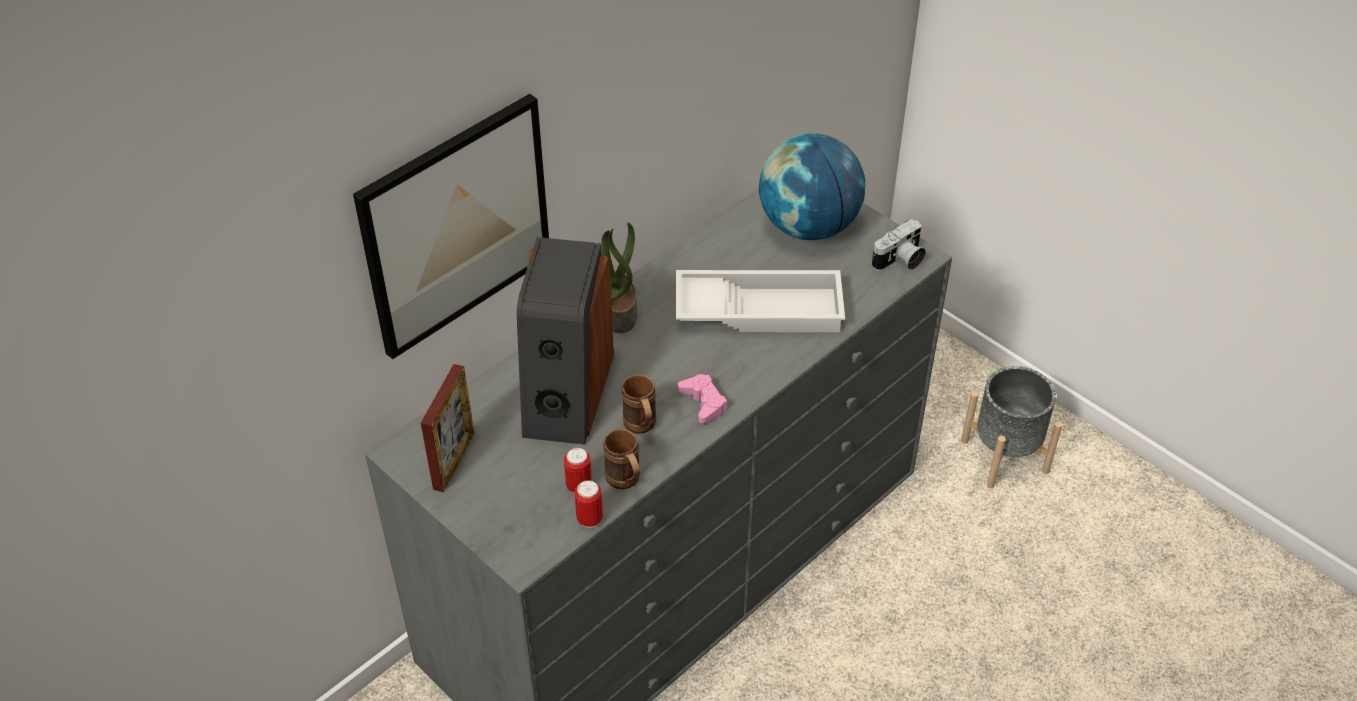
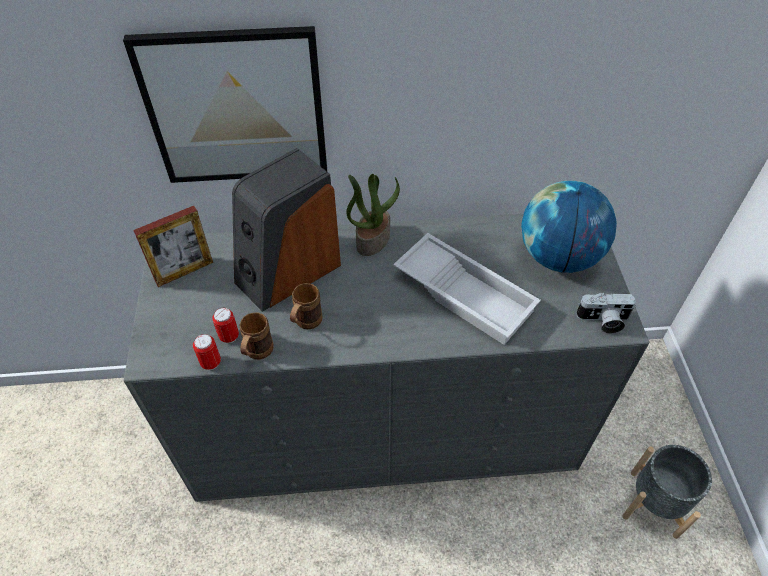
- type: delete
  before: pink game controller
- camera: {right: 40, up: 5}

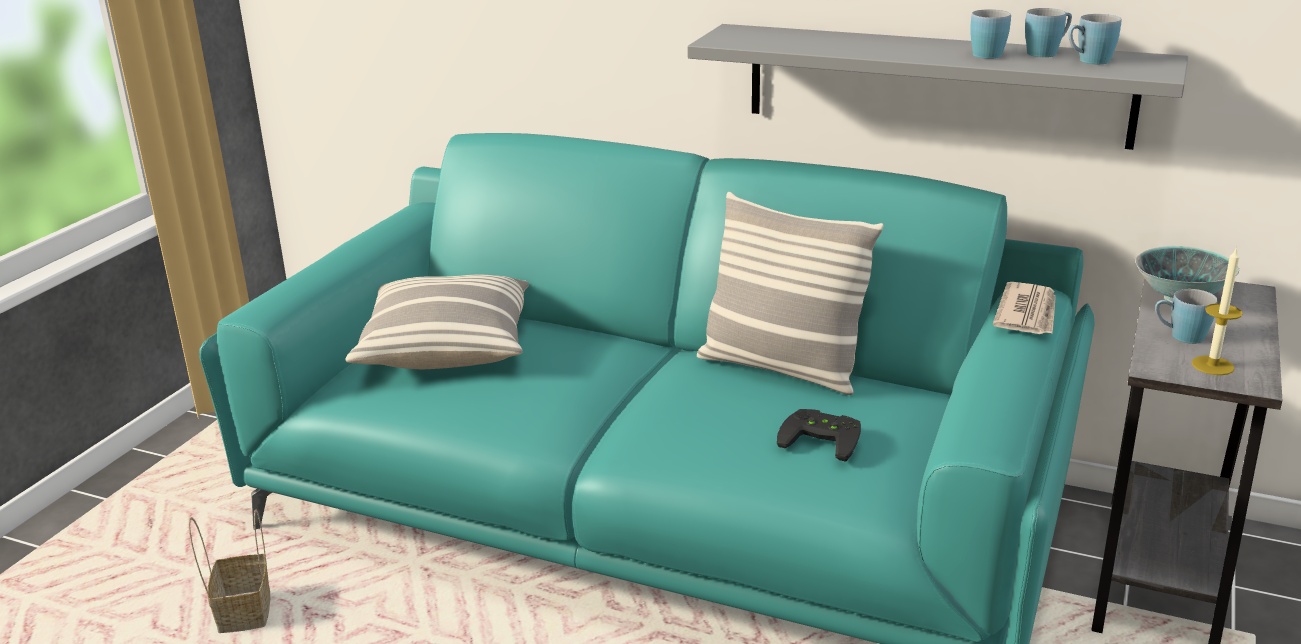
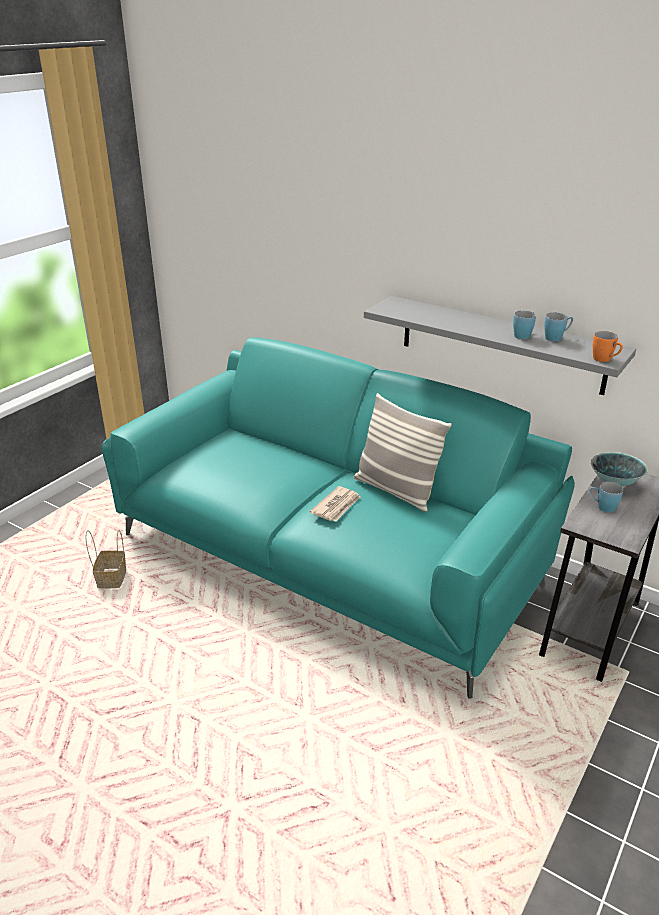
- type: delete
  before: pillow (1st from left)
- type: delete
  before: black game controller
- type: move
  before: newspaper
- type: delete
  before: blue mug (3rd from left)
- type: delete
  before: candle
- type: insert
  after: orange mug
- camera: {right: 10, up: 5}

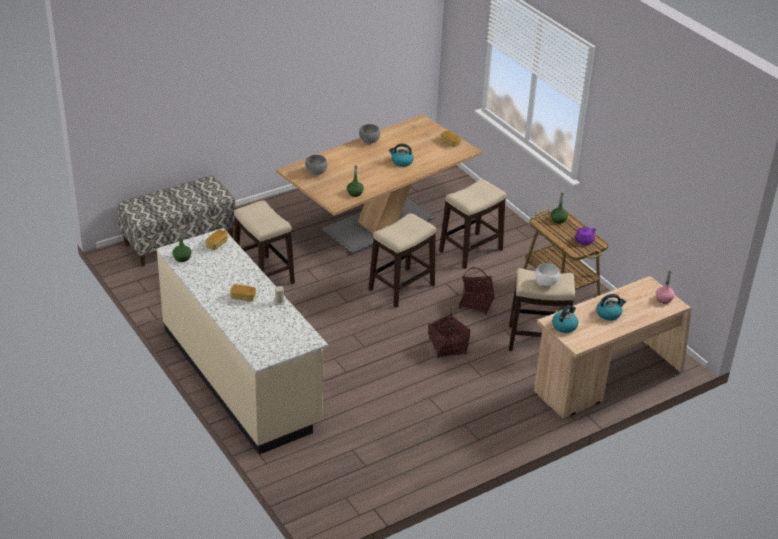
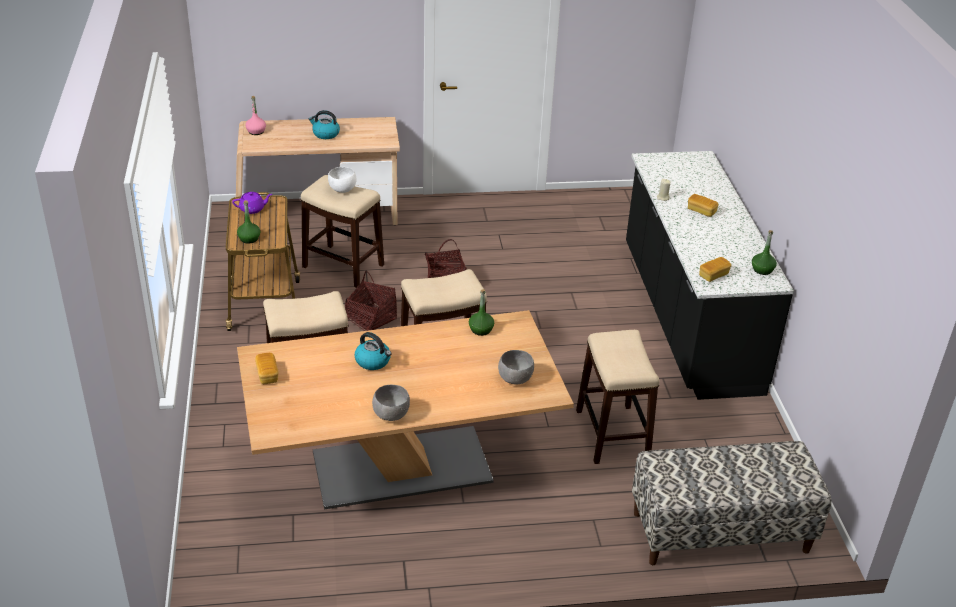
- type: recolor
  before: beige counter
  after: black counter
- type: delete
  before: kettle (2nd from left)
- camera: {right: -155, up: 0}

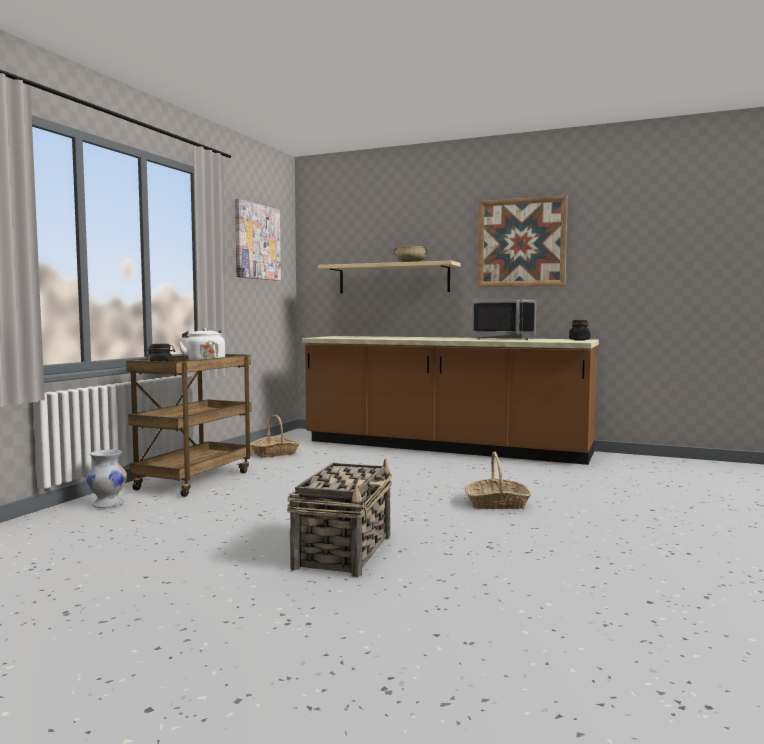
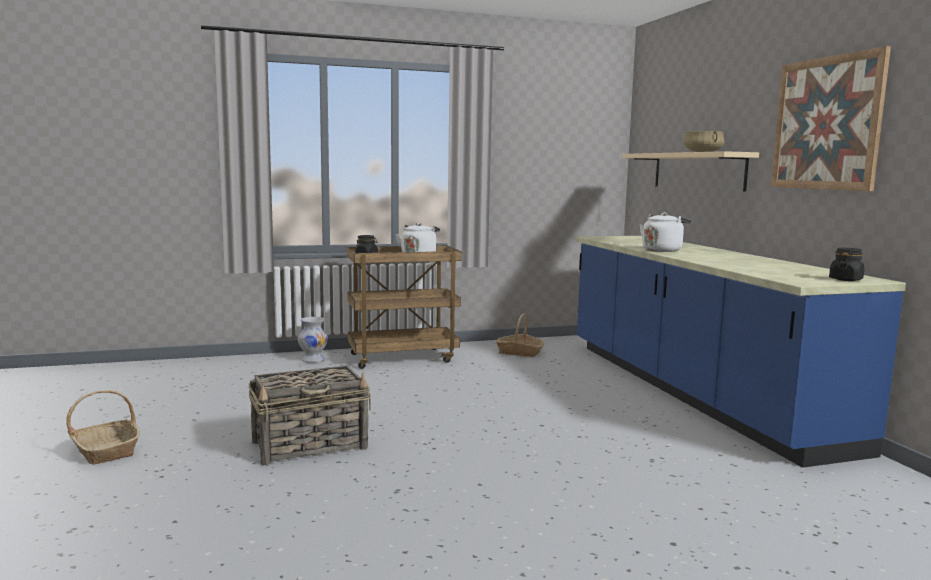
- type: delete
  before: picture (1st from left)
- type: recolor
  before: brown counter
  after: blue counter
- type: move
  before: basket (3rd from left in the first image)
  after: basket (1st from left)
- type: delete
  before: grey microwave
- type: insert
  after: white kettle (2nd from left)
- camera: {right: 50, up: 5}

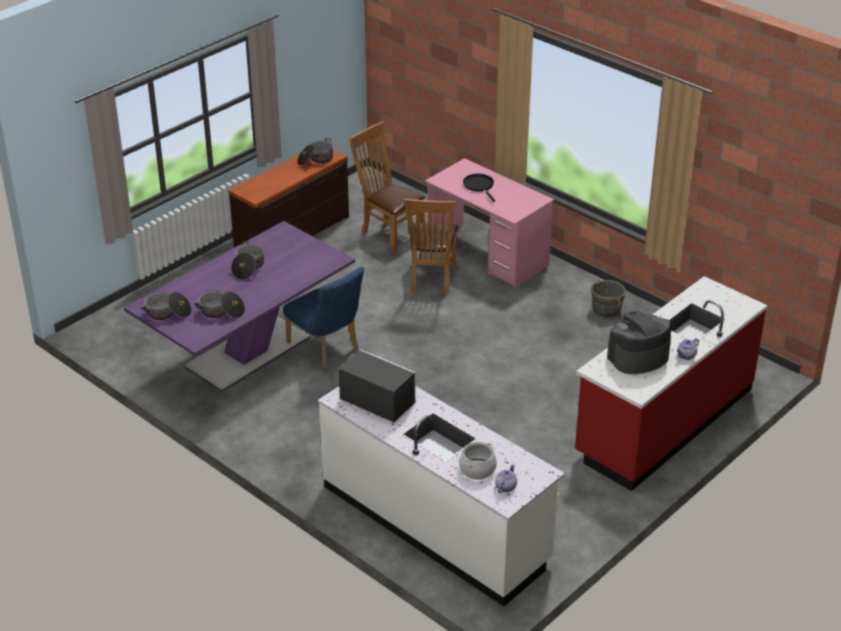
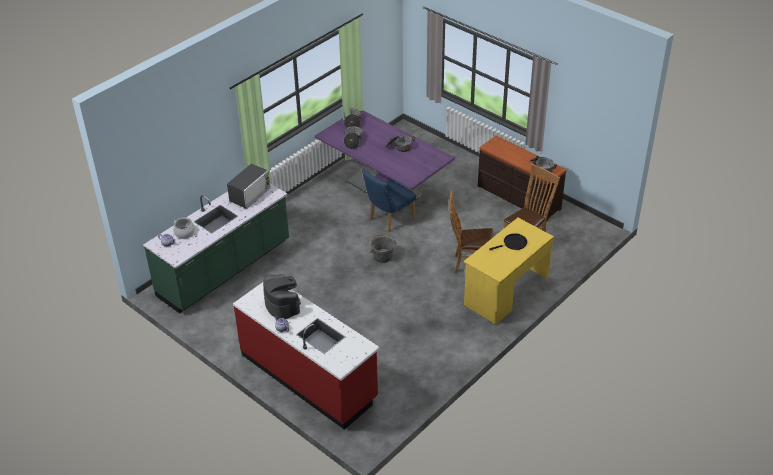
- type: recolor
  before: white counter
  after: green counter
- type: recolor
  before: pink desk
  after: yellow desk
- type: move
  before: grey bucket
- camera: {right: 90, up: 5}

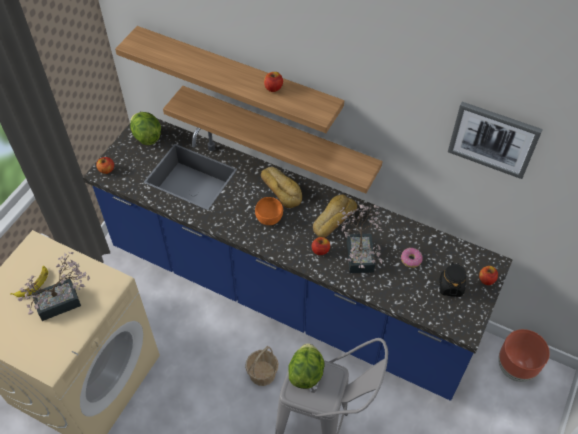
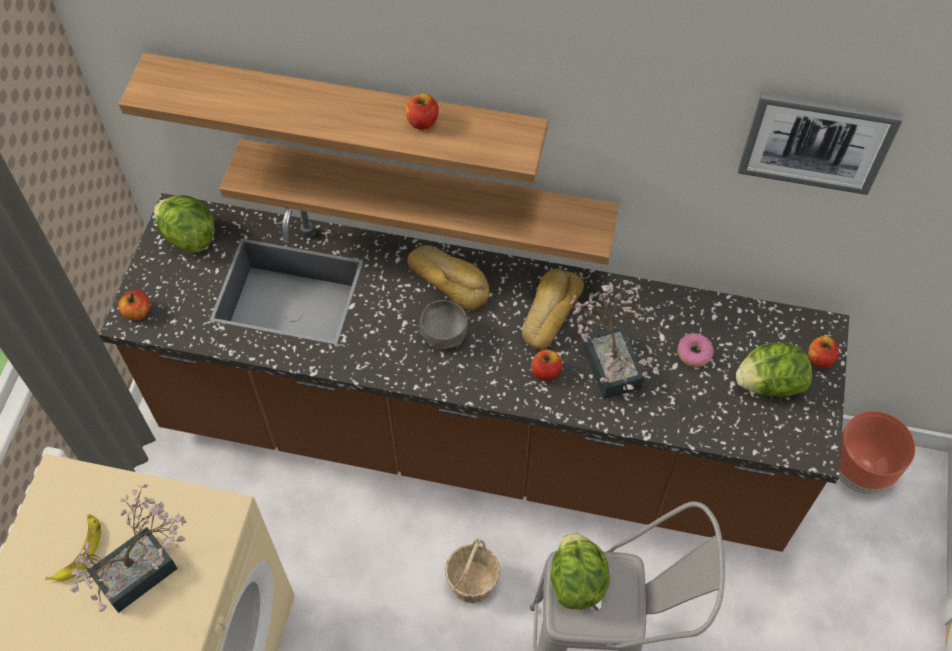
- type: recolor
  before: blue counter
  after: brown counter
- type: recolor
  before: orange bowl
  after: grey bowl
- type: replace
  before: black jar
  after: lettuce (3rd from left)
- camera: {right: -15, up: 5}

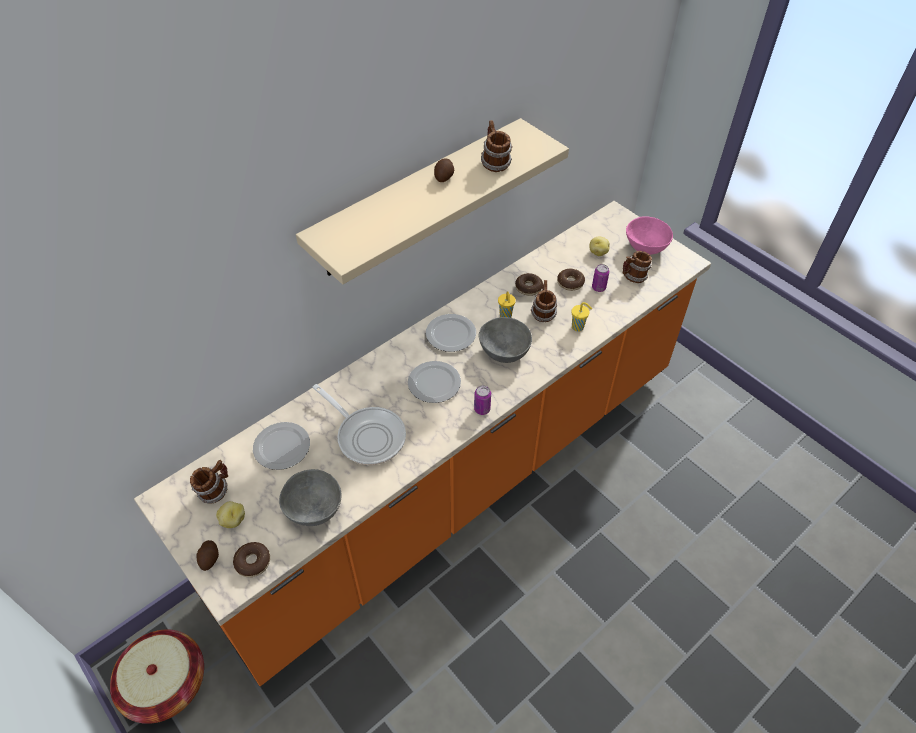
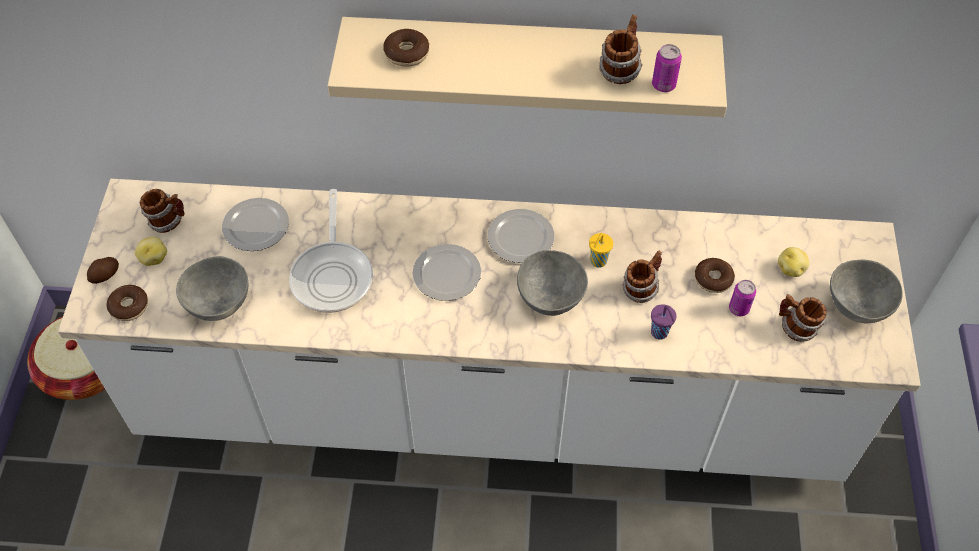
- type: recolor
  before: orange counter
  after: white counter
- type: delete
  before: potato (3rd from left)
- type: move
  before: can (1st from left)
- type: move
  before: donut (2nd from left)
- type: recolor
  before: yellow cup (2nd from left)
  after: purple cup
- type: recolor
  before: pink bowl
  after: grey bowl (3rd from left)
- camera: {right: 45, up: 5}

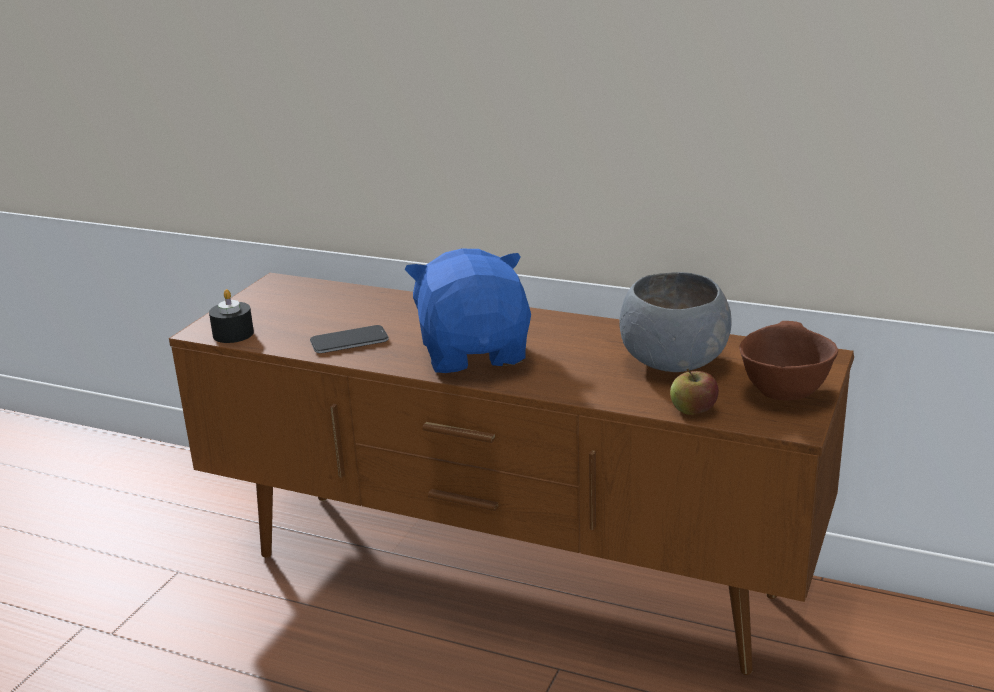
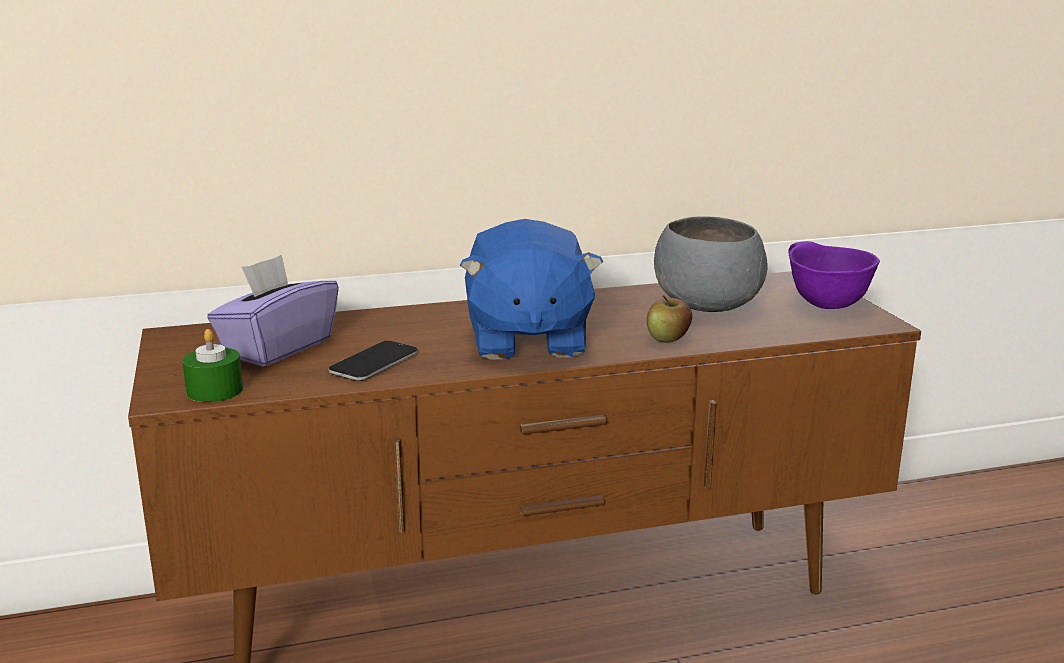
- type: recolor
  before: black candle
  after: green candle
- type: rotate
  before: blue plush toy
  turn: -135
- type: move
  before: apple
- type: recolor
  before: brown bowl
  after: purple bowl
- type: insert
  after: purple tissue box
- camera: {right: -40, up: -5}

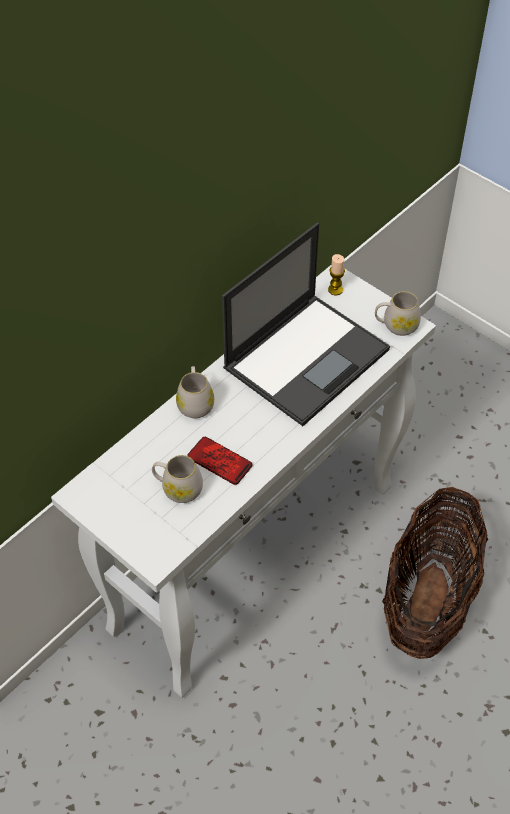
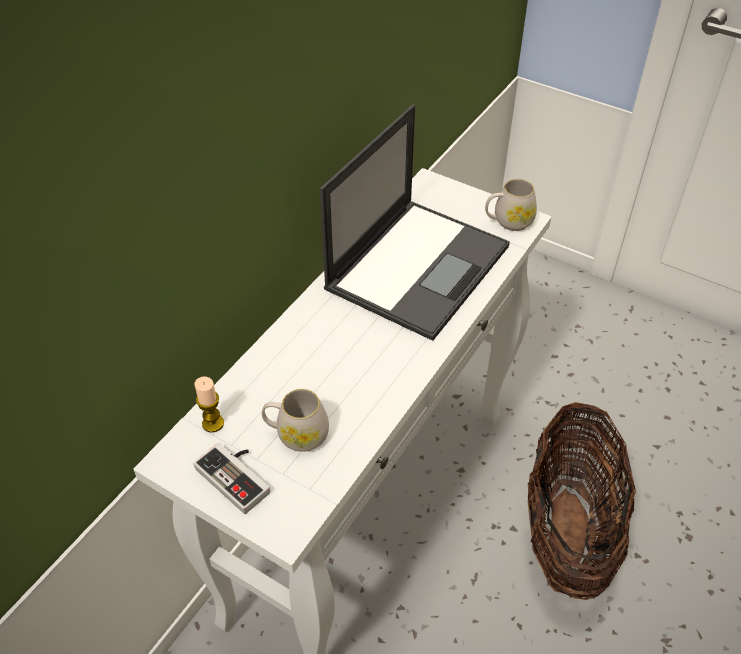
- type: delete
  before: white mug (2nd from left)
- type: delete
  before: phone
- type: move
  before: candle
- type: insert
  after: game controller
- camera: {right: -10, up: -5}

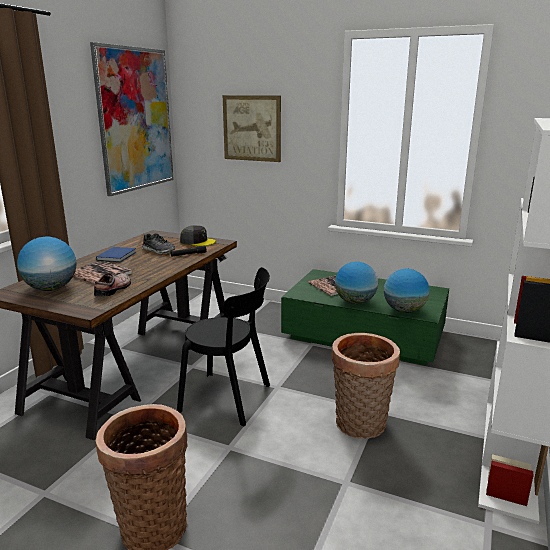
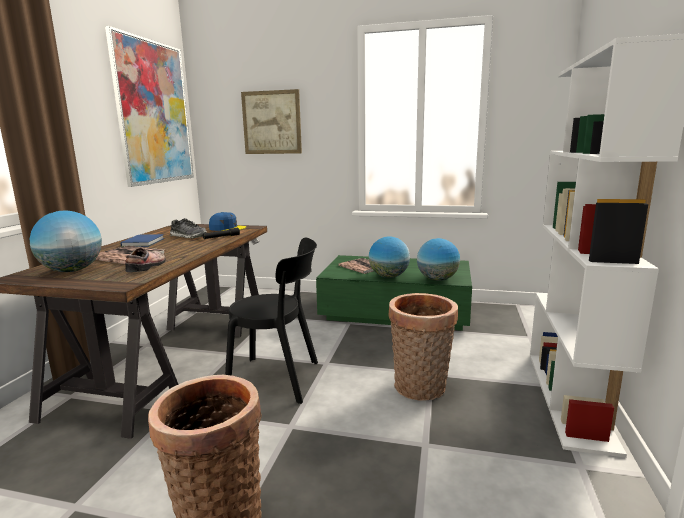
- type: recolor
  before: grey cap
  after: blue cap
- camera: {right: -10, up: -5}

